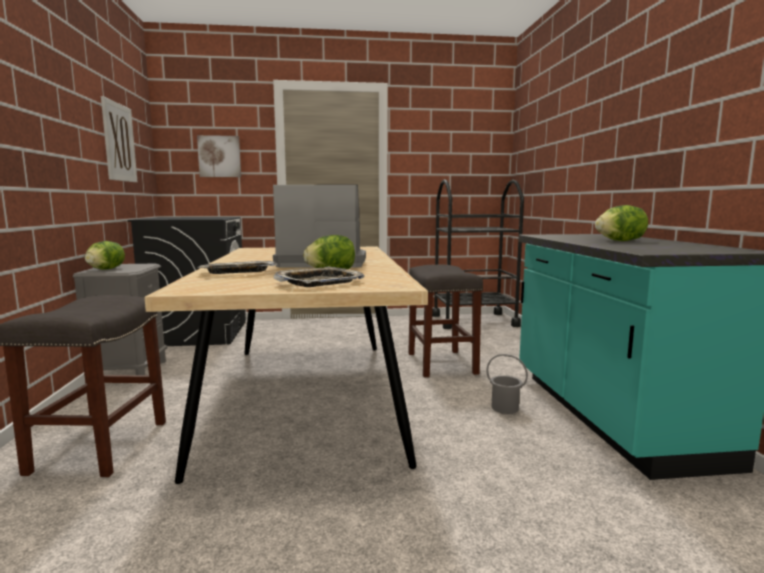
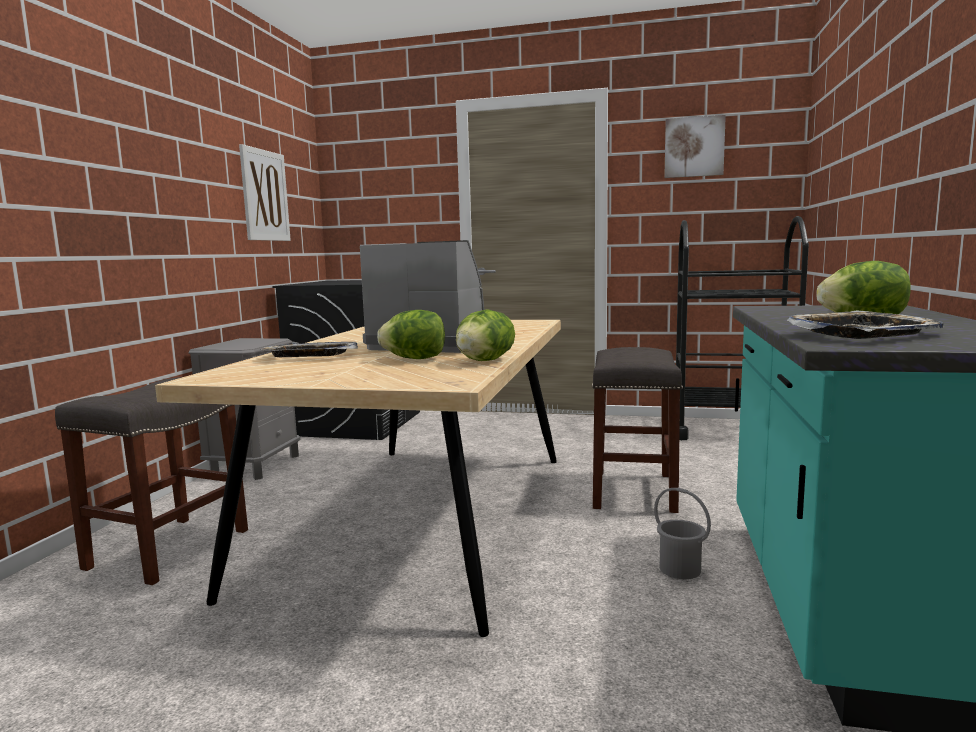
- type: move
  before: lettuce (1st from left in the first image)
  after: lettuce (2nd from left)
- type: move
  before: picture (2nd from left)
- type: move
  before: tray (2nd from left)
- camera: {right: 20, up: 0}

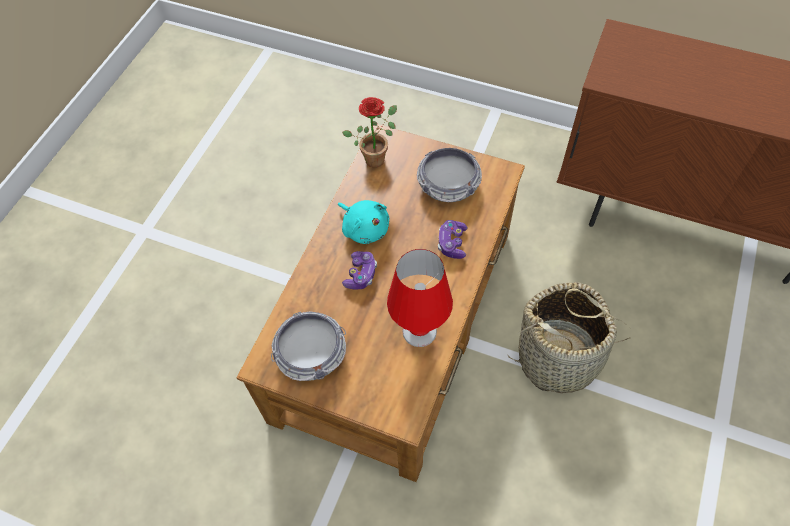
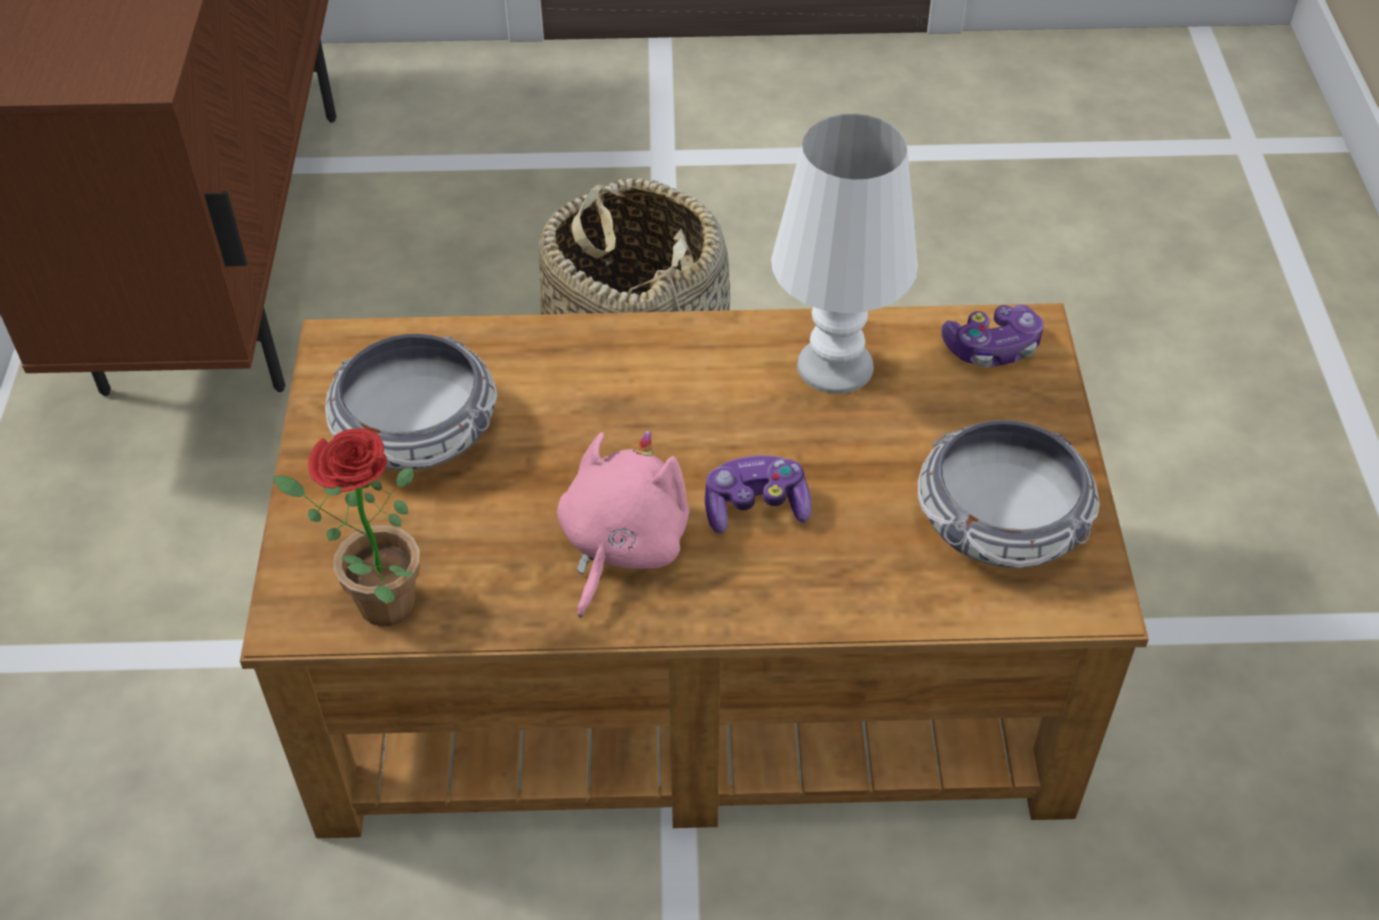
- type: recolor
  before: turquoise plush toy
  after: pink plush toy
- type: recolor
  before: red table lamp
  after: white table lamp
- type: move
  before: game controller (2nd from left)
- camera: {right: -115, up: -10}

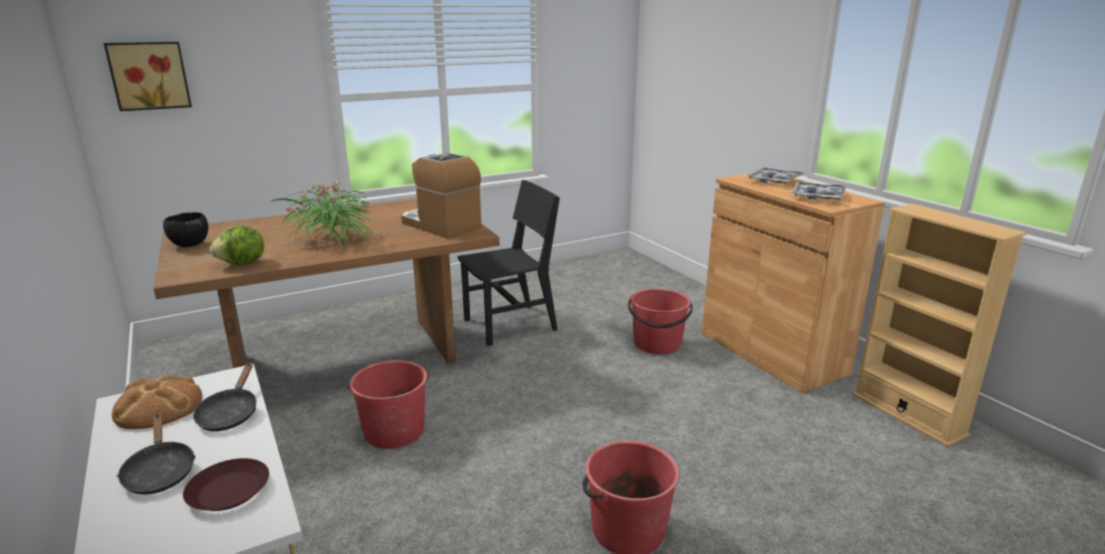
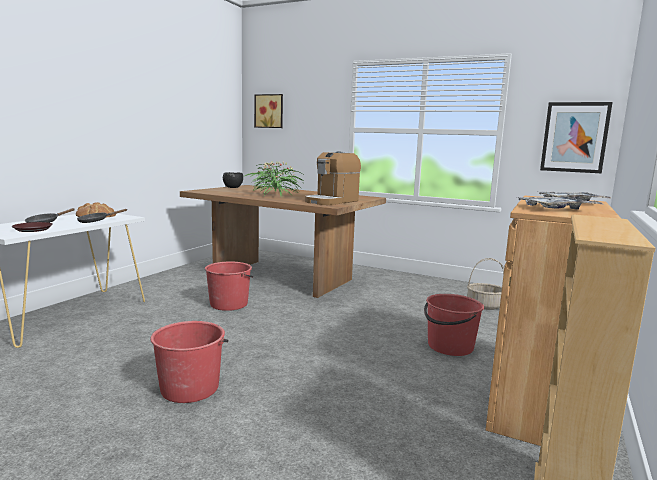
- type: delete
  before: lettuce
- type: rotate
  before: coffee machine
  turn: -150
- type: delete
  before: black chair
- type: insert
  after: basket
- type: insert
  after: picture (2nd from left)
- camera: {right: 55, up: -10}

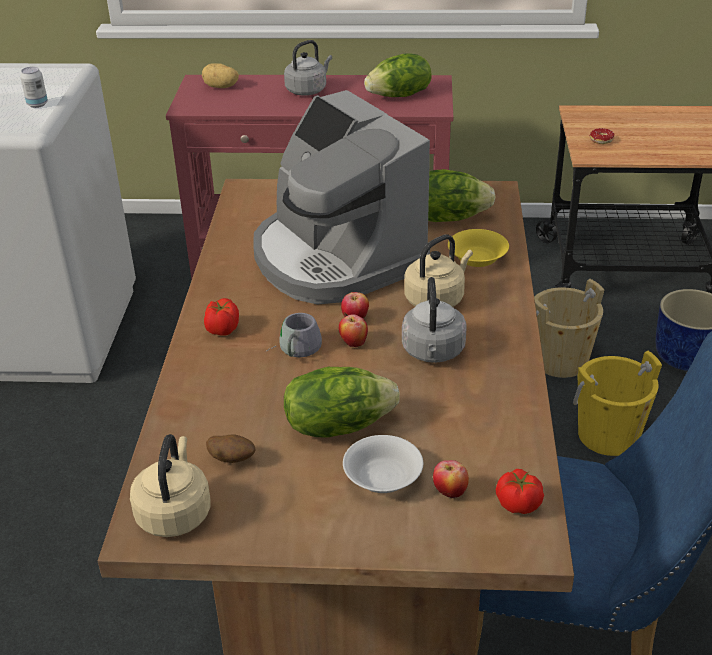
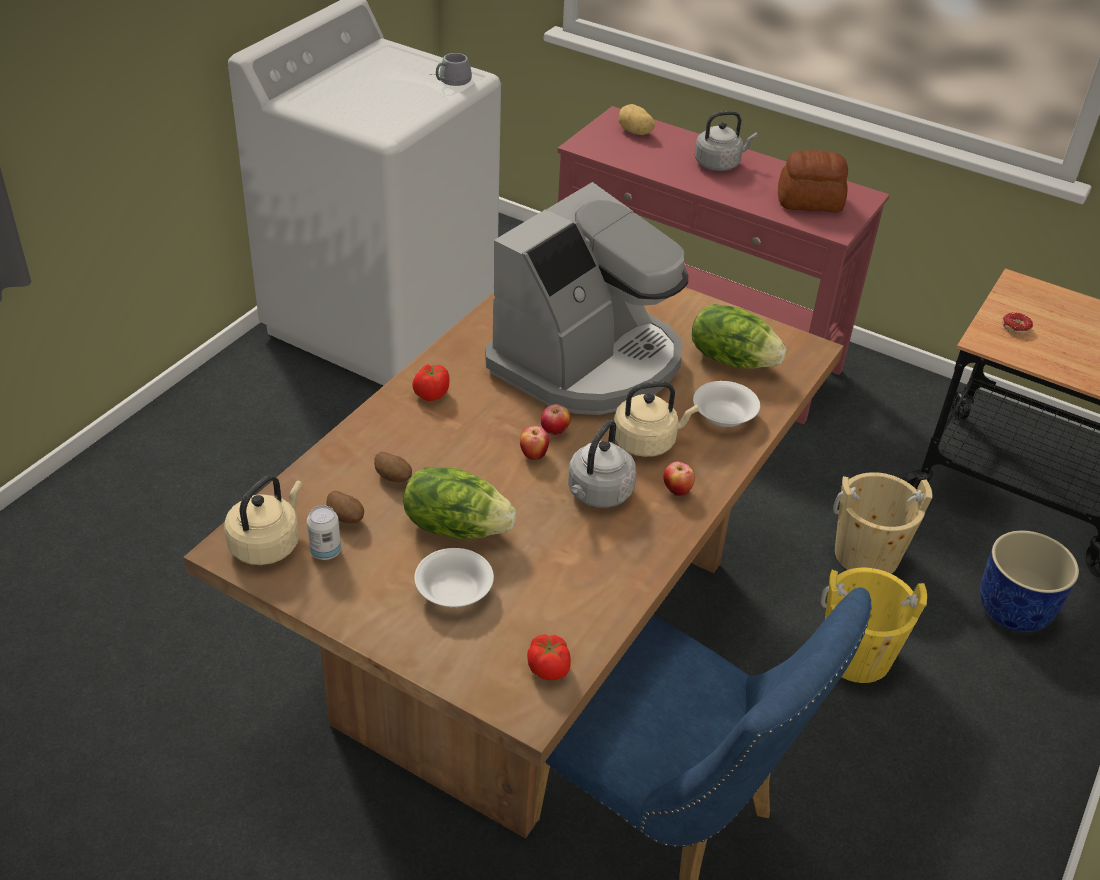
- type: move
  before: can
- type: rotate
  before: coffee machine
  turn: -135
- type: move
  before: grey mug
- type: replace
  before: lettuce (2nd from left)
  after: bread
- type: move
  before: apple (3rd from left)
- type: recolor
  before: yellow bowl
  after: white bowl (2nd from left)
- type: insert
  after: potato (2nd from left)
- camera: {right: 25, up: 5}

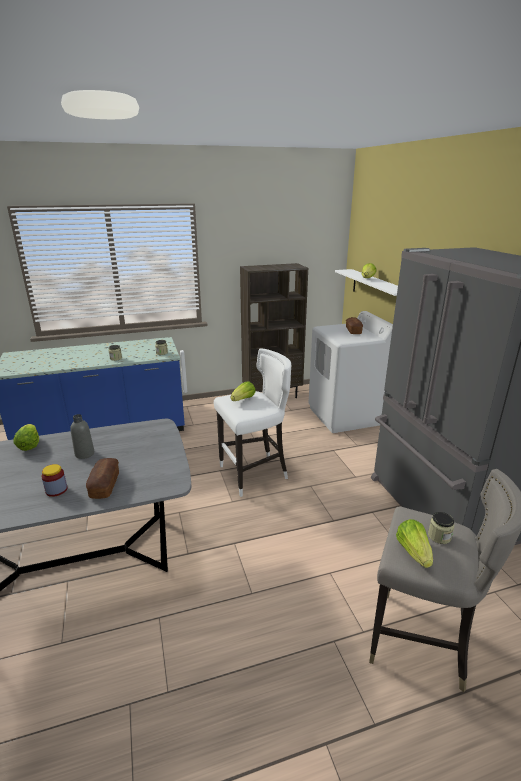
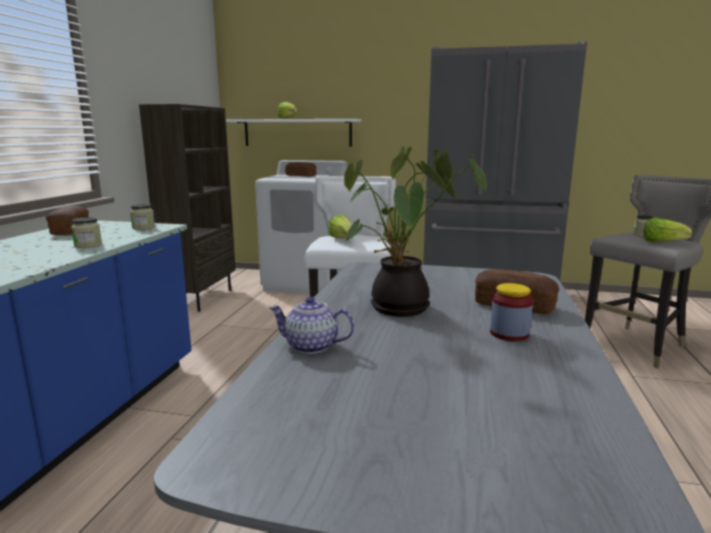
- type: replace
  before: lettuce (1st from left)
  after: teapot
- type: replace
  before: grey bottle
  after: potted plant
- type: insert
  after: bread (1st from left)
- camera: {right: -60, up: -10}

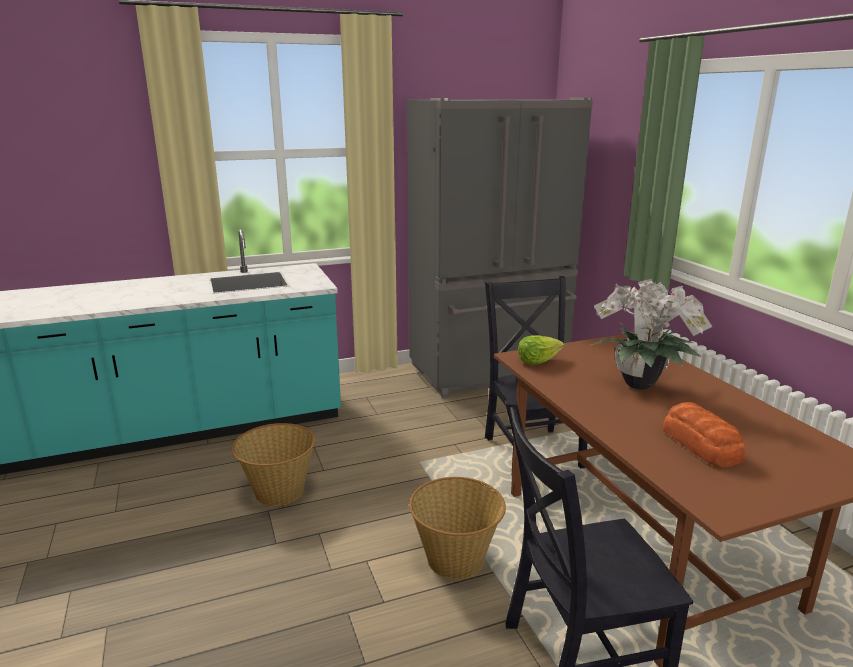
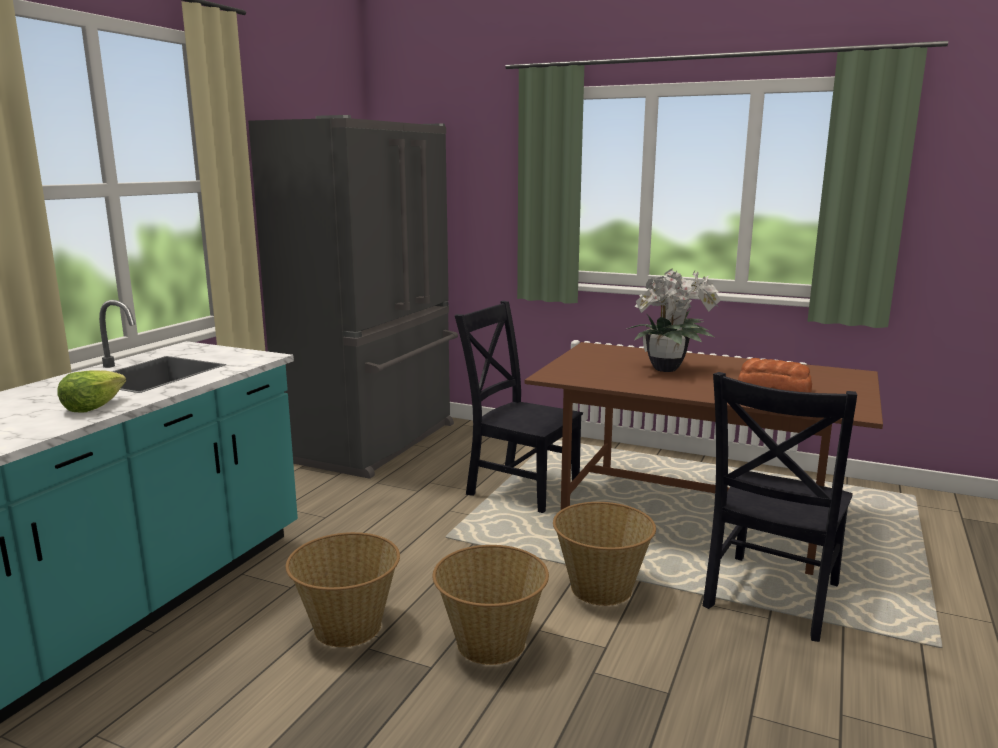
- type: move
  before: lettuce
- type: insert
  after: basket (2nd from left)
- camera: {right: -45, up: -5}

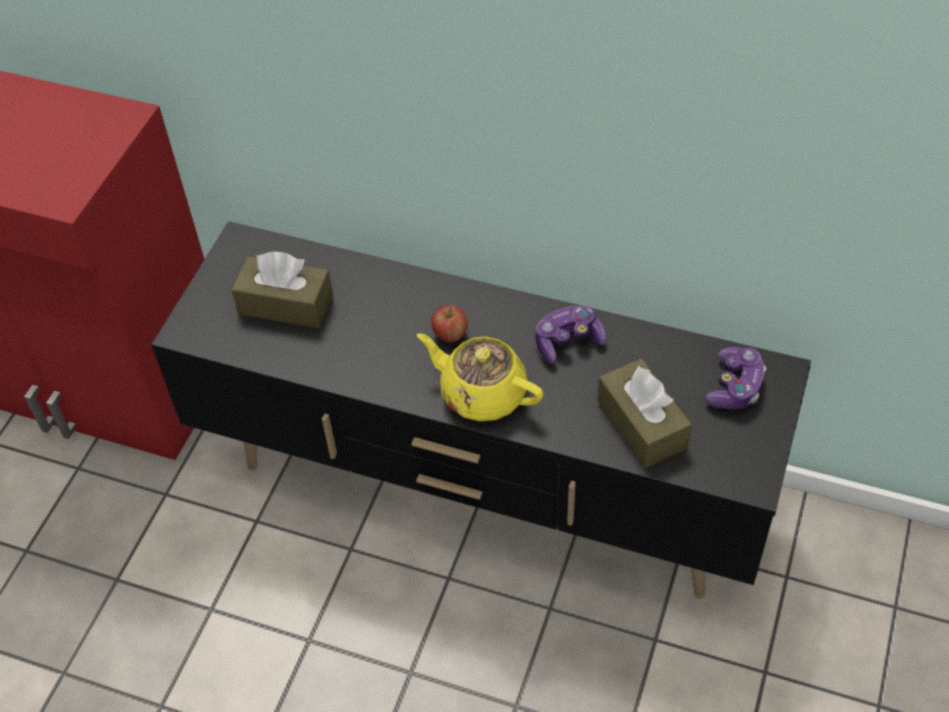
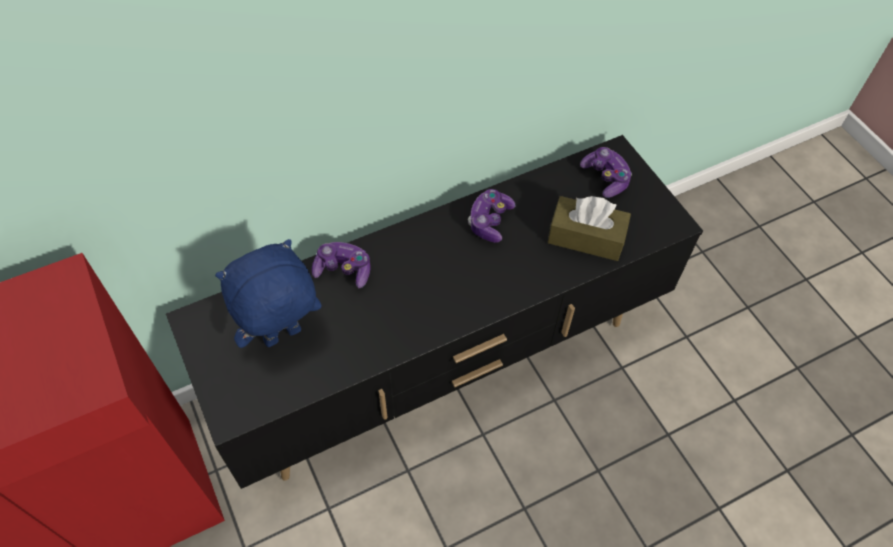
- type: replace
  before: brown tissue box (1st from left)
  after: blue plush toy
- type: delete
  before: yellow teapot
- type: delete
  before: apple
- type: insert
  after: game controller (1st from left)
- camera: {right: -50, up: 5}

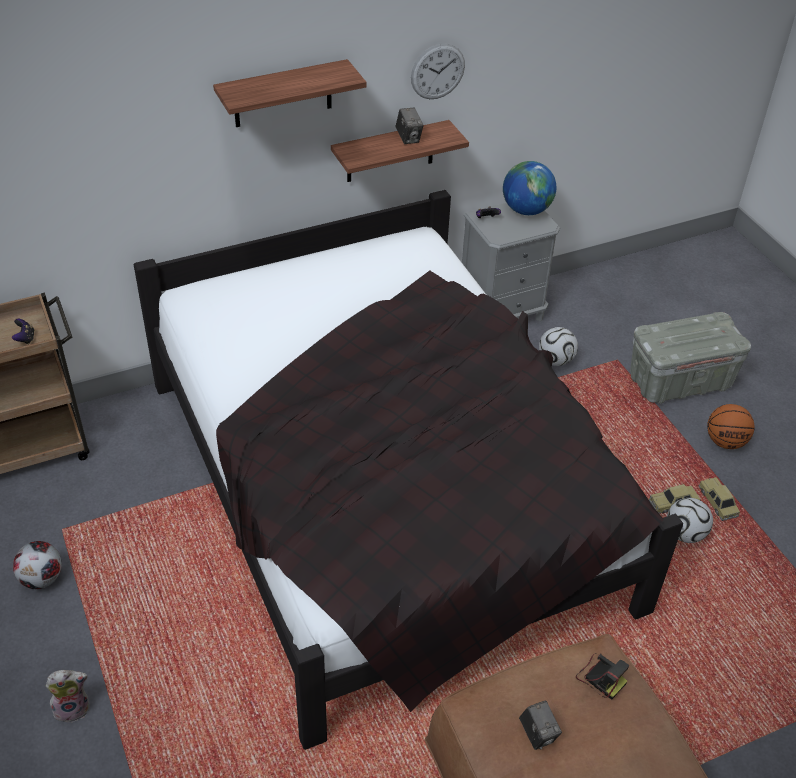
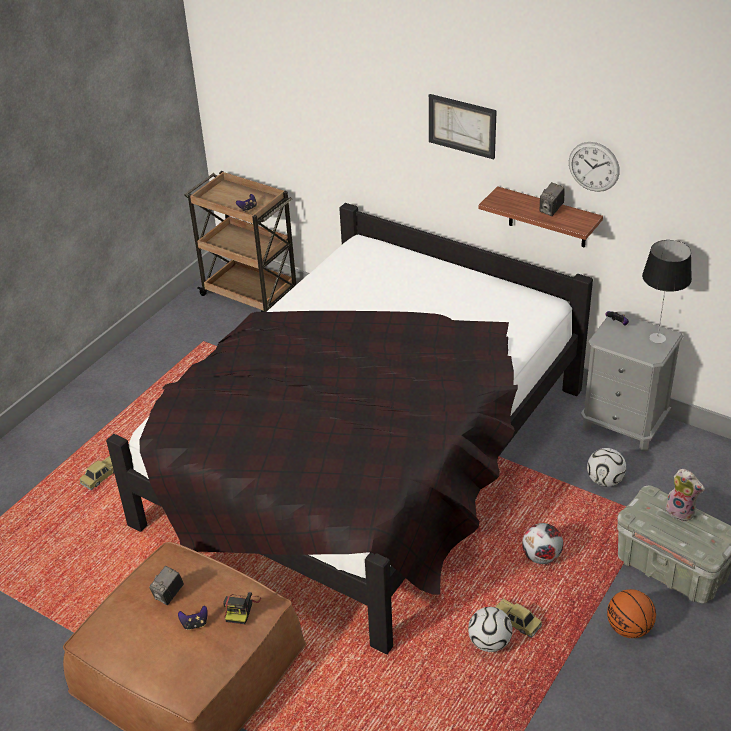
- type: move
  before: football (1st from left in the first image)
  after: football (2nd from left)
- type: move
  before: plush toy
- type: replace
  before: shelf (1st from left)
  after: picture
- type: replace
  before: globe
  after: table lamp
- type: move
  before: toy car (2nd from left in the first image)
  after: toy car (1st from left)
- type: insert
  after: game controller (1st from left)
- camera: {right: 60, up: -5}

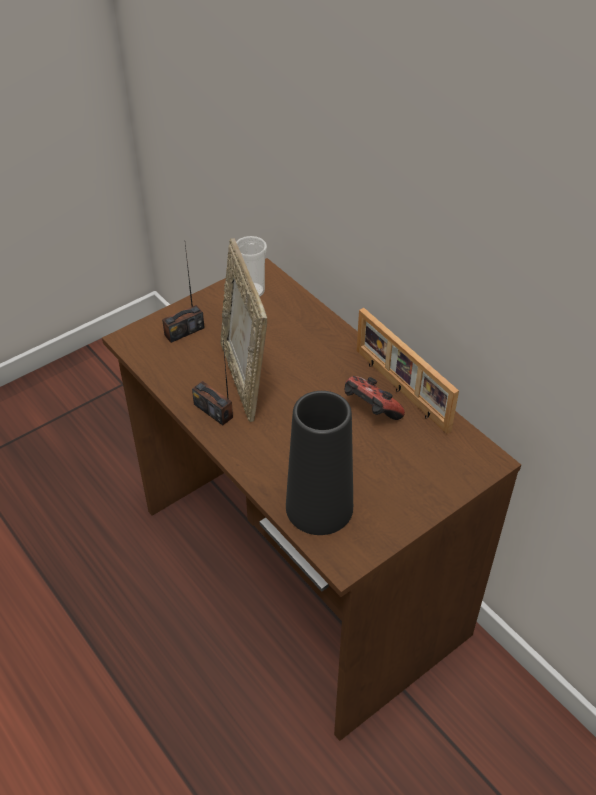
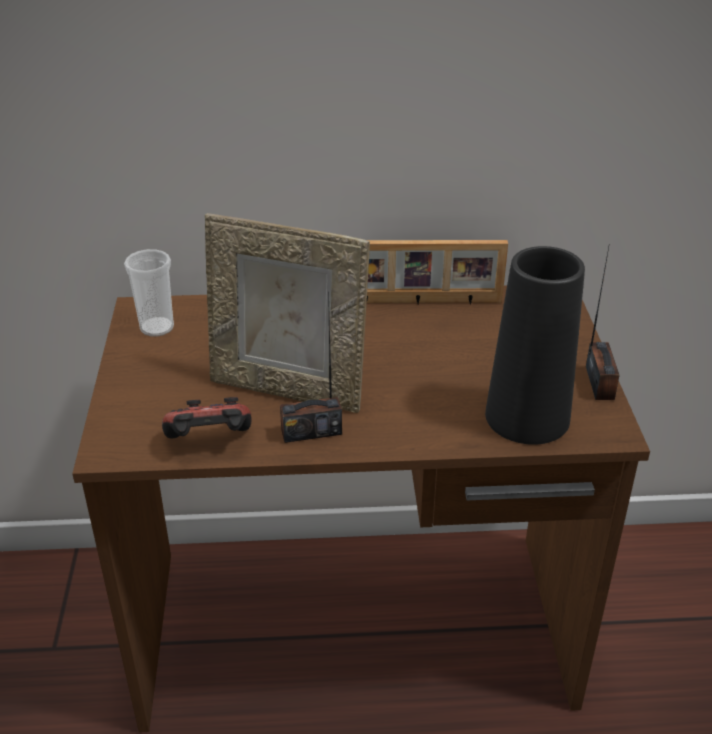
- type: move
  before: radio (1st from left in the first image)
  after: radio (2nd from left)
- type: move
  before: game controller
- camera: {right: -55, up: -10}

